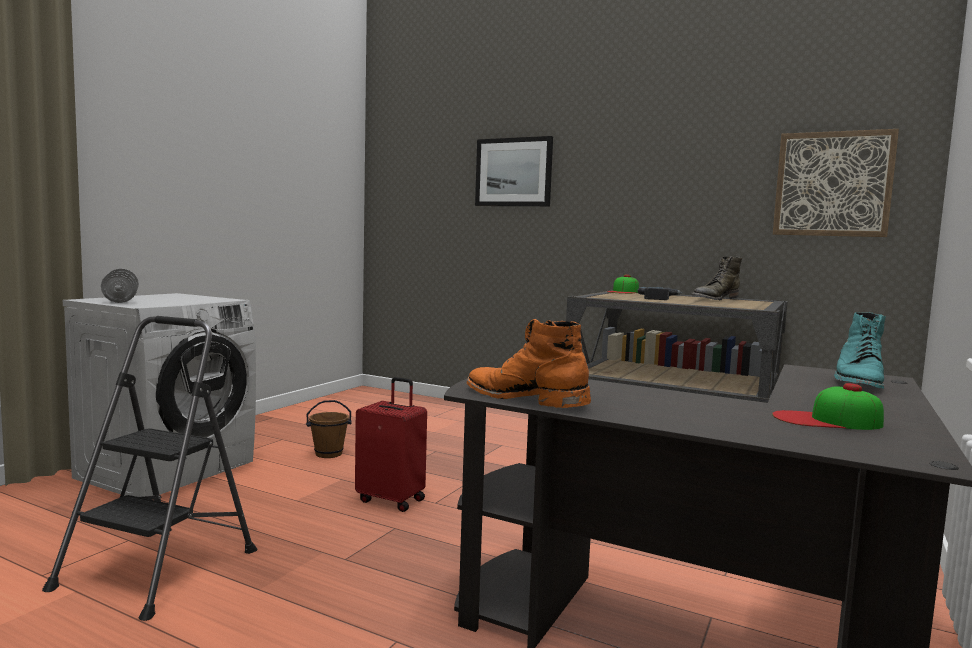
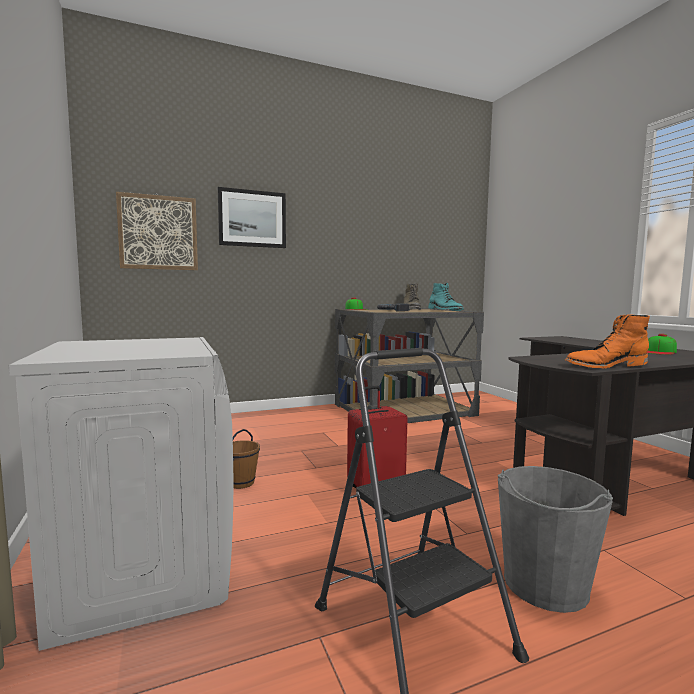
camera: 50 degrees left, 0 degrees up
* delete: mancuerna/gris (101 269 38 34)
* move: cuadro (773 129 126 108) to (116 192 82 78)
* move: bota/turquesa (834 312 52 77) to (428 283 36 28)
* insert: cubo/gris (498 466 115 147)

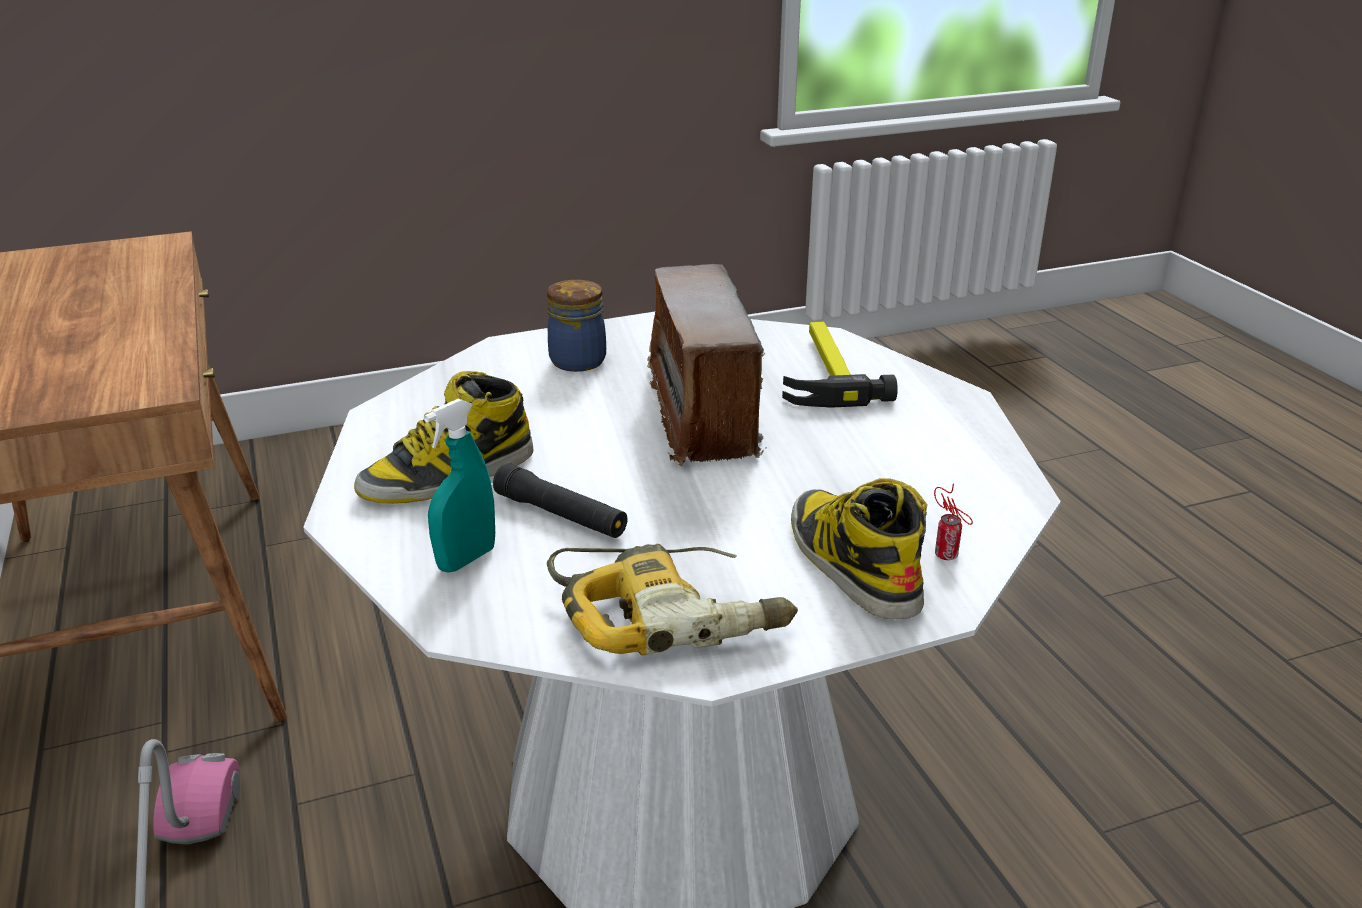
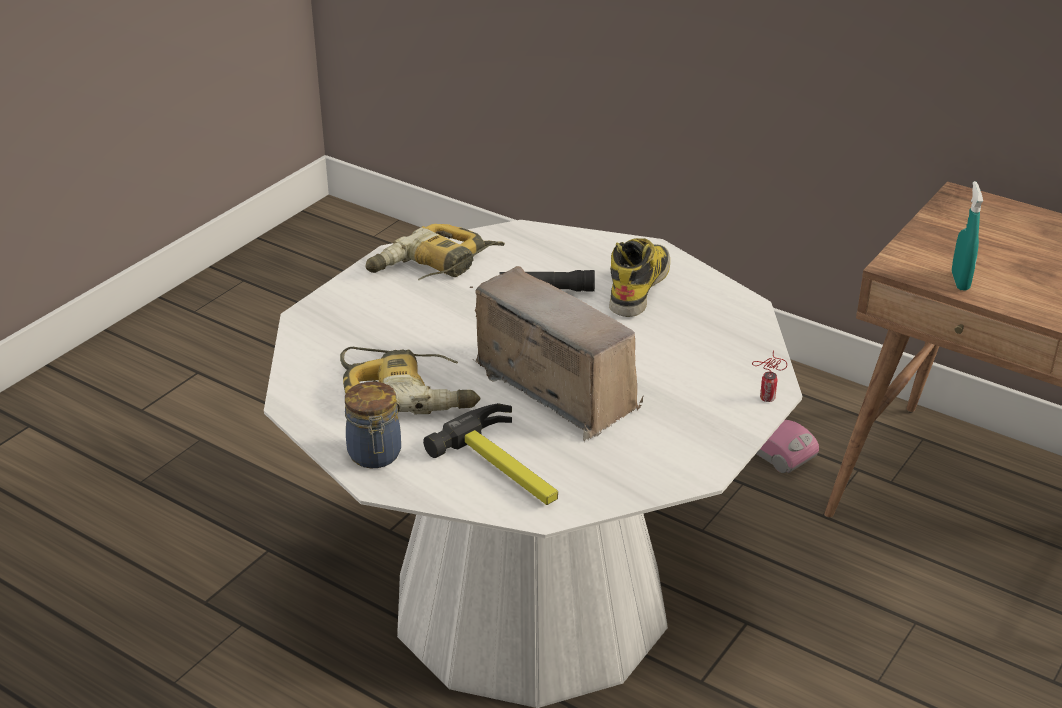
camera: 145 degrees right, 5 degrees up
* move: pulverizador/turquesa (424 399 71 173) to (952 181 31 109)
* move: tarro (547 280 59 92) to (345 382 56 86)
* delete: bota (791 478 137 141)
* move: lata (934 483 39 77) to (752 350 35 52)
* insert: taladro (340 347 140 67)

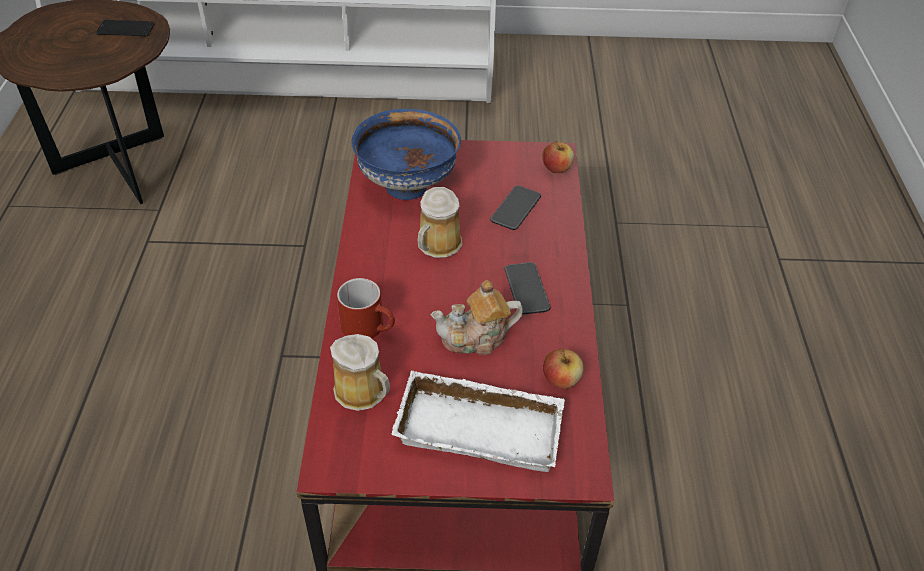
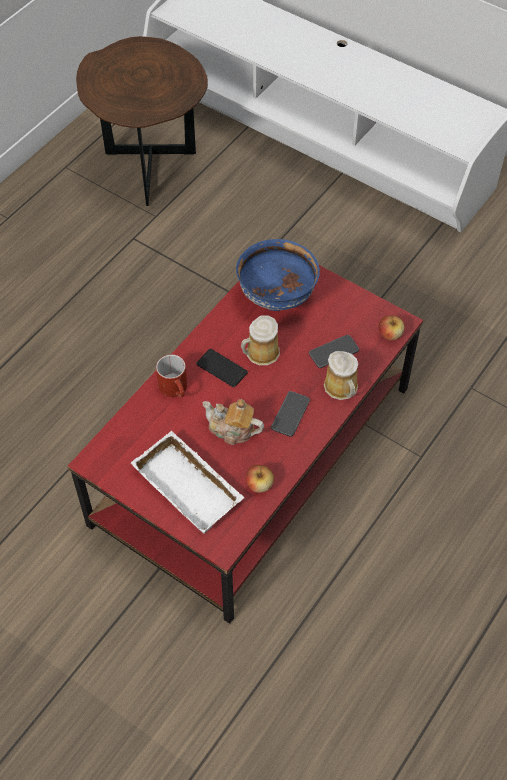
camera: 35 degrees right, 10 degrees up
* move: móvil (96 20 59 16) to (196 349 52 38)
* move: taza grande (330 334 60 77) to (324 351 34 49)

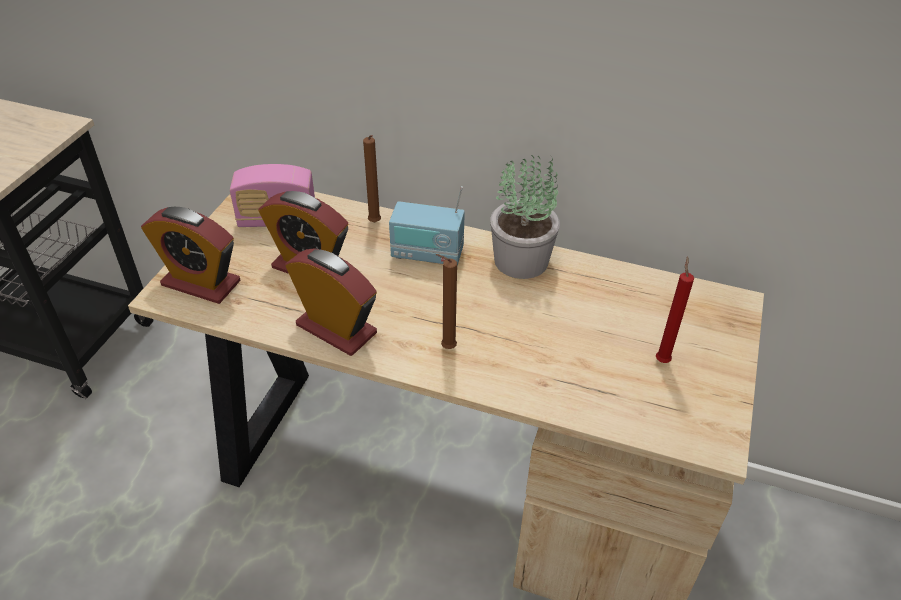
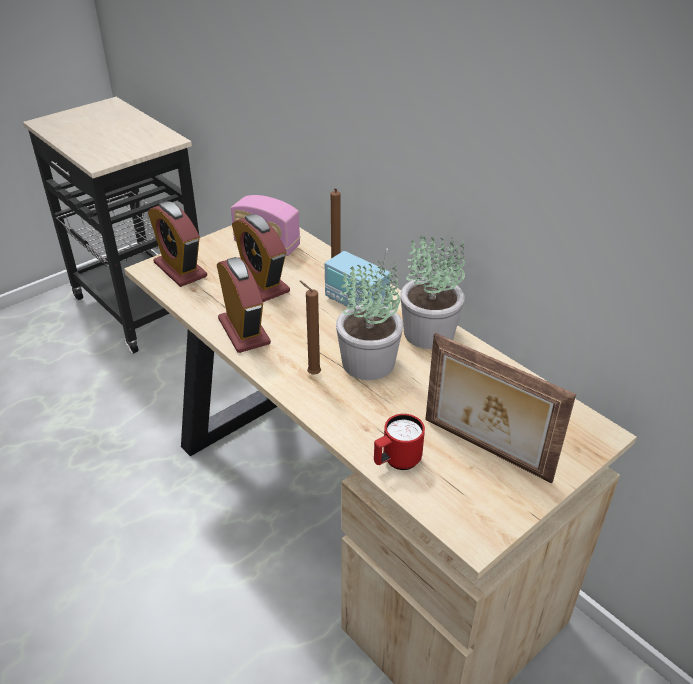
camera: 30 degrees right, 5 degrees down
* replace: vela/rojo (656 256 38 107) to portarretratos (425 333 151 150)
* insert: planta en maceta (336 261 67 119)
* insert: taza grande/rojo (374 414 51 56)

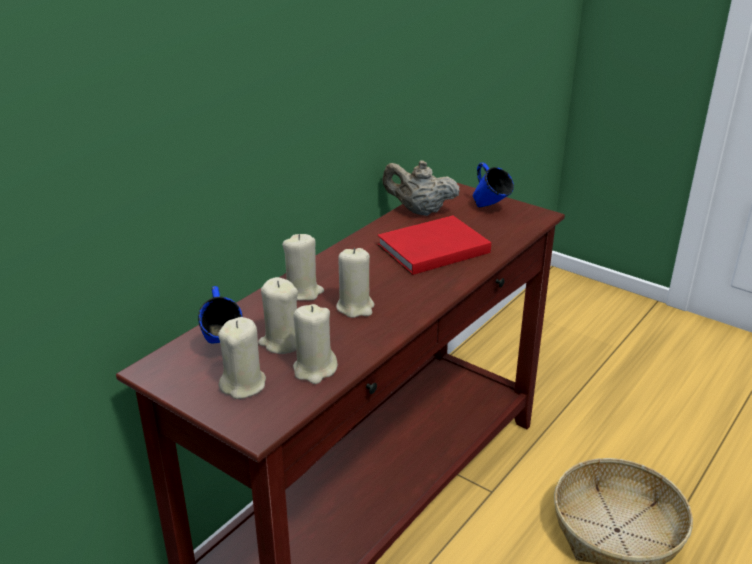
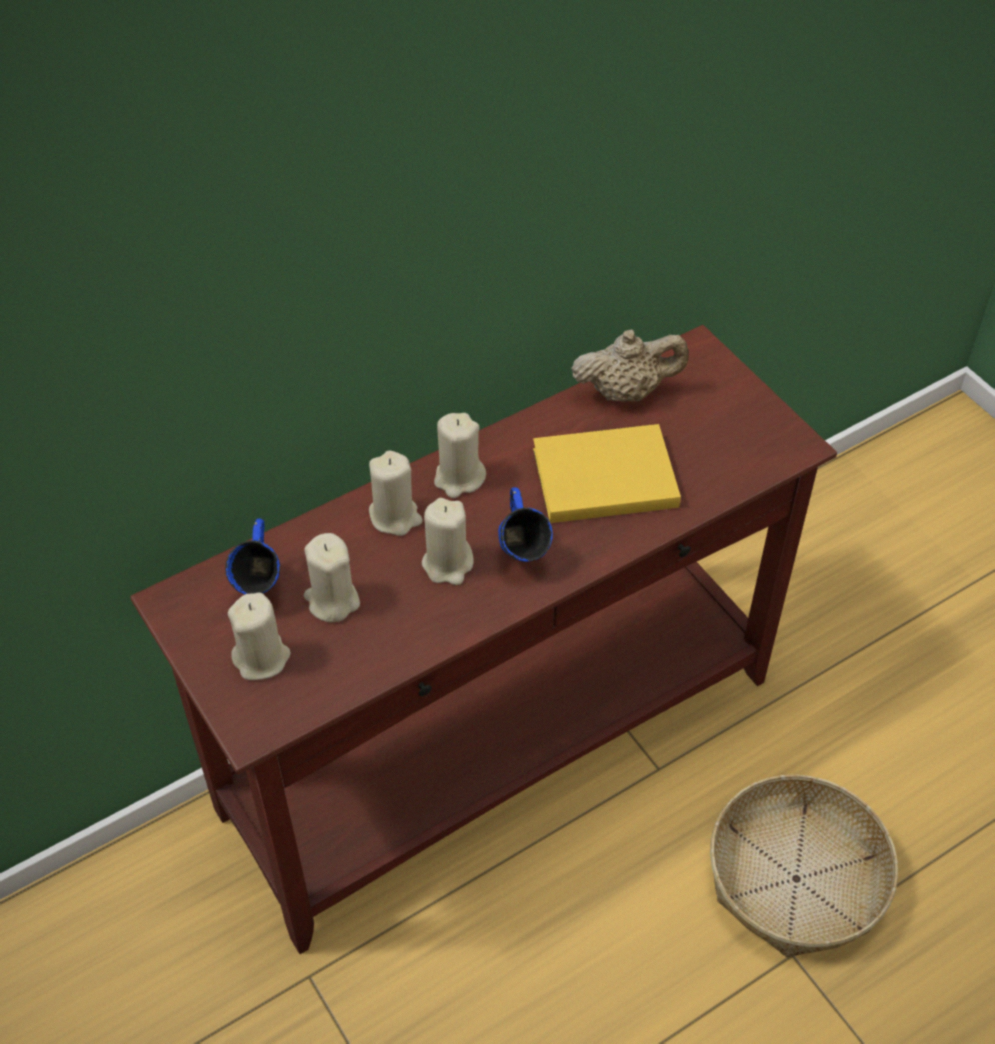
camera: 20 degrees right, 20 degrees up
* move: vela/beis (293 304 45 80) to (434 413 52 85)
* recolor: libro/rojo (378 215 113 60) to libro/amarillo (533 424 148 99)
* rotate: tetera/beis (382 160 78 56) = (571 329 118 73) 135 degrees clockwise
* move: taza grande/azul (473 163 41 44) to (498 487 55 75)

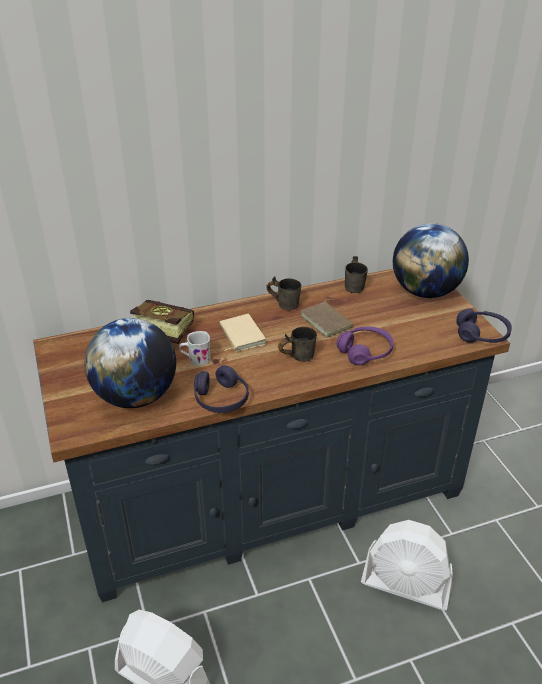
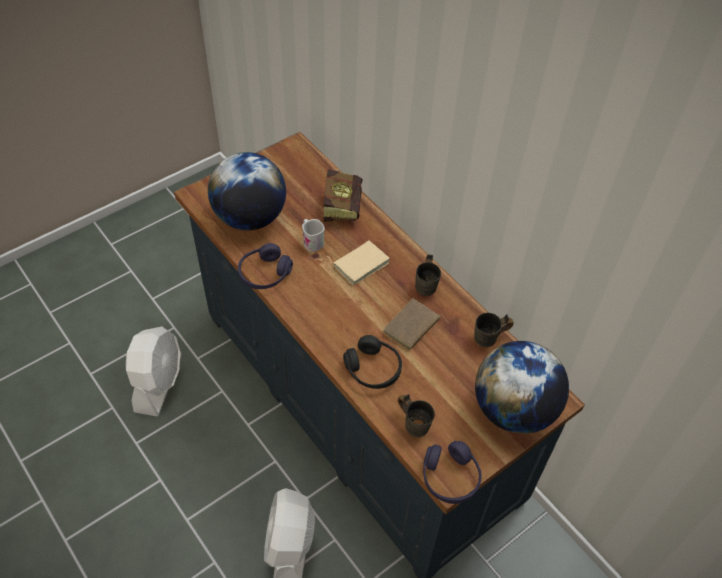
camera: 70 degrees right, 15 degrees up
* move: taza grande/gris (278 327 39 35) to (398 394 37 43)
* recolor: auriculares/morado (337 326 56 39) to auriculares/negro (343 335 59 54)

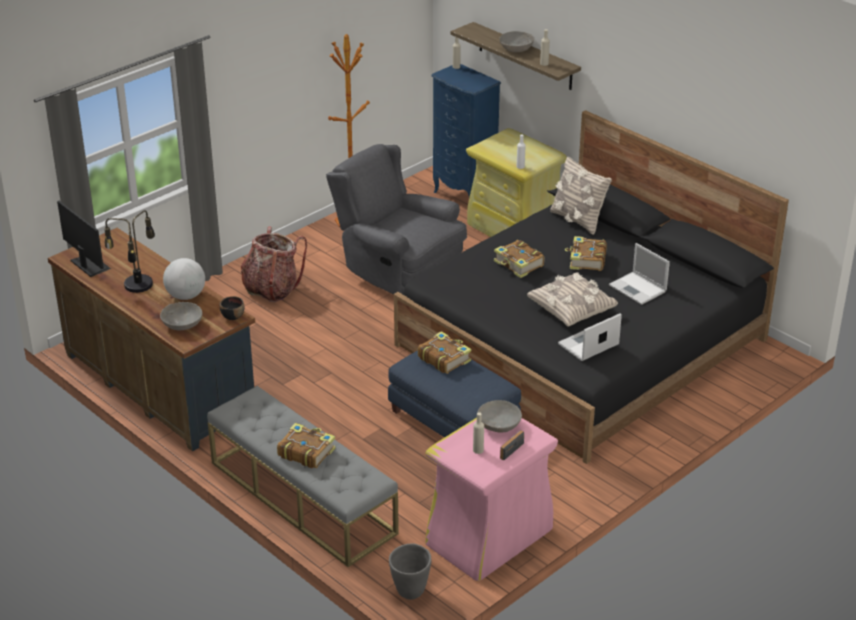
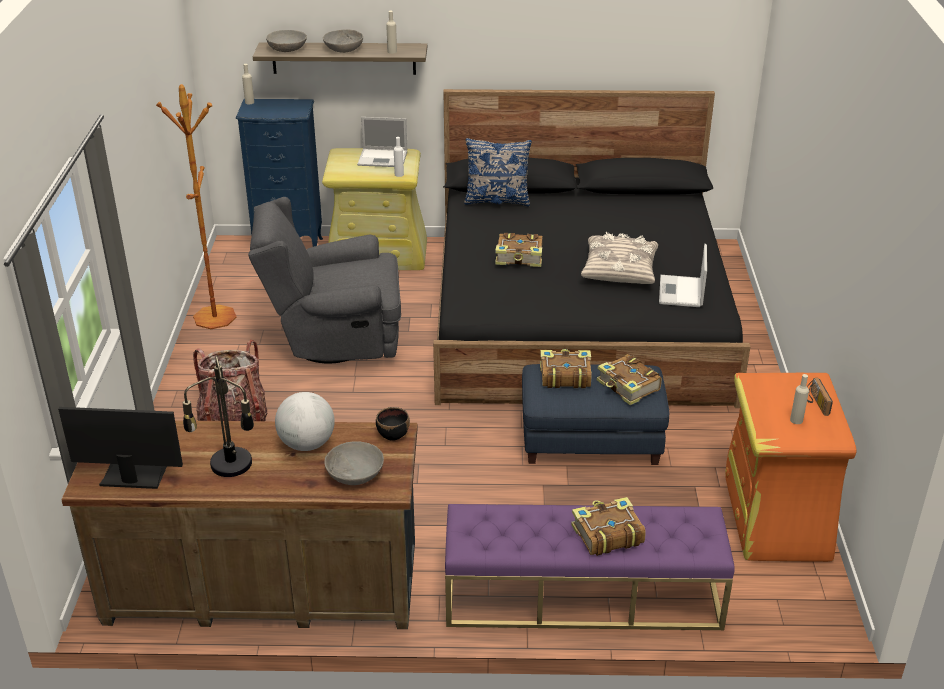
camera: 45 degrees left, 0 degrees up
* recolor: banco/gris (207 386 192 181) to banco/morado (445 504 290 126)
* delete: maceta/gris (389 543 43 57)
* recolor: mesita de noche/rosa (425 418 133 163) to mesita de noche/naranja (725 373 131 189)
* move: cuenco/gris (478 400 44 33) to (266 30 41 22)
* recolor: cojín/beis (550 157 62 78) to cojín/azul (464 138 68 69)
* move: libro (565 236 42 35) to (597 354 65 51)
* move: portátil (609 243 61 62) to (357 117 50 50)

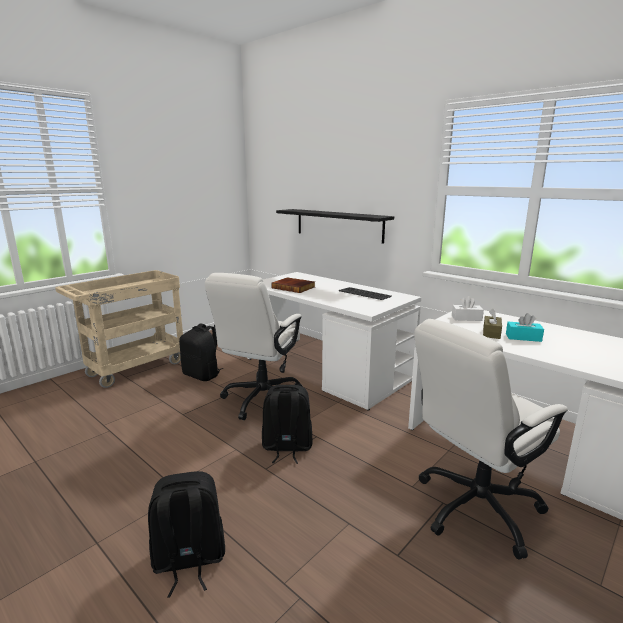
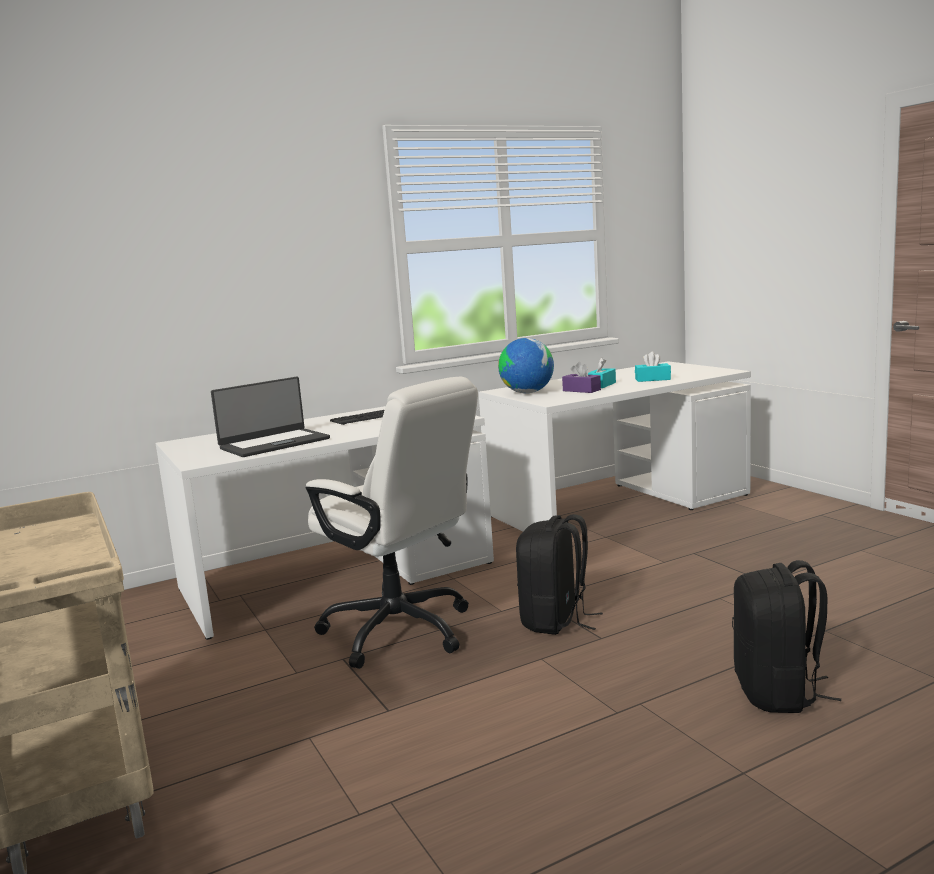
camera: 70 degrees left, 5 degrees down
* delete: mochila/negro (179 323 45 58)
* replace: libro (271 277 44 16) to portátil (211 377 119 80)
* delete: estante/negro (276 209 118 35)
* delete: silla de oficina/blanco (414 319 154 241)
* replace: caja de pañuelos/blanco (452 296 32 25) to globo terráqueo (498 338 56 55)
* recolor: caja de pañuelos/marrón (483 309 19 30) to caja de pañuelos/morado (562 362 39 31)
* insert: caja de pañuelos/turquesa (635 352 36 30)

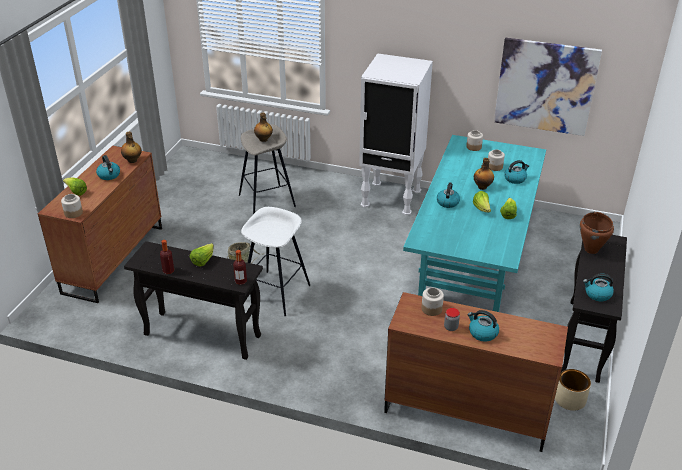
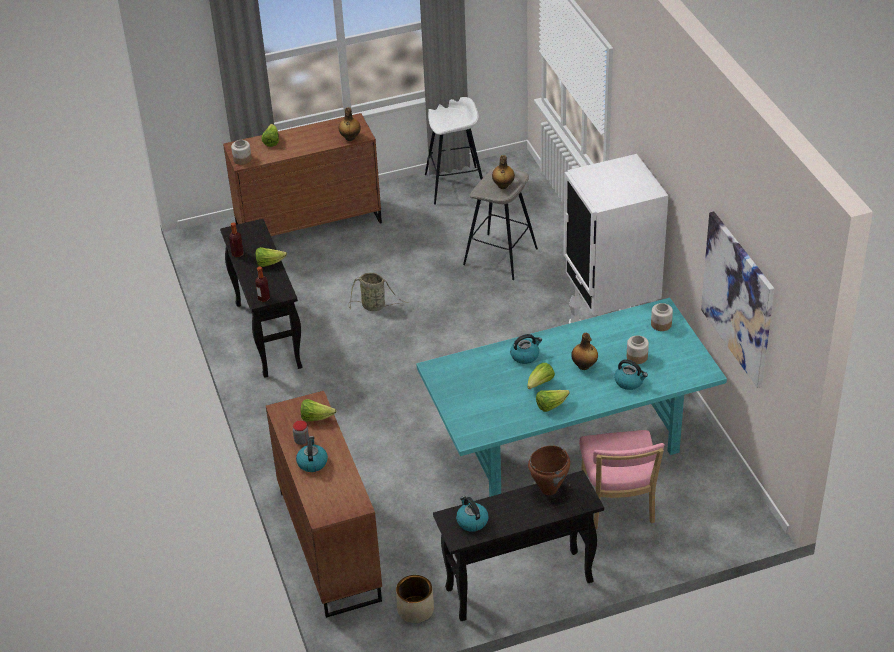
camera: 55 degrees right, 5 degrees up
* delete: hervidor (96 155 24 25)
* move: taburete/blanco (241 207 69 109) to (425 97 58 108)
* replace: tarro (421 287 23 29) to lechuga (301 399 35 23)
* insert: silla/rosa (579 430 85 99)

